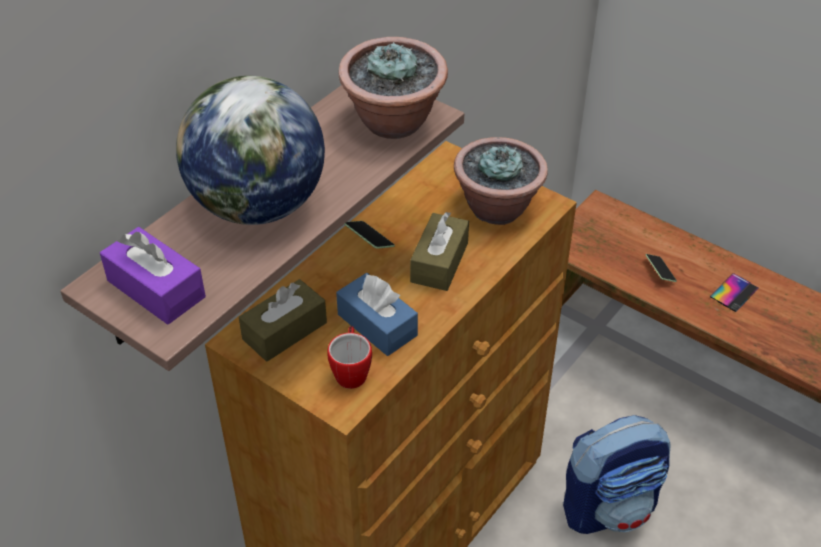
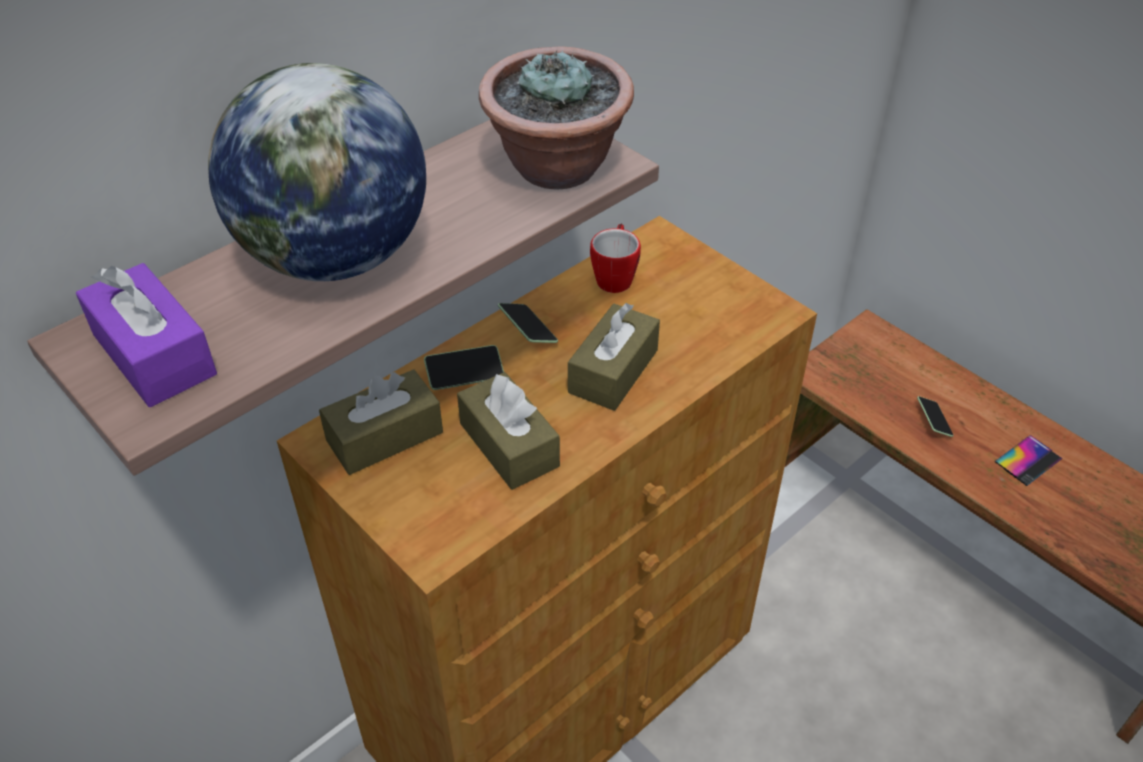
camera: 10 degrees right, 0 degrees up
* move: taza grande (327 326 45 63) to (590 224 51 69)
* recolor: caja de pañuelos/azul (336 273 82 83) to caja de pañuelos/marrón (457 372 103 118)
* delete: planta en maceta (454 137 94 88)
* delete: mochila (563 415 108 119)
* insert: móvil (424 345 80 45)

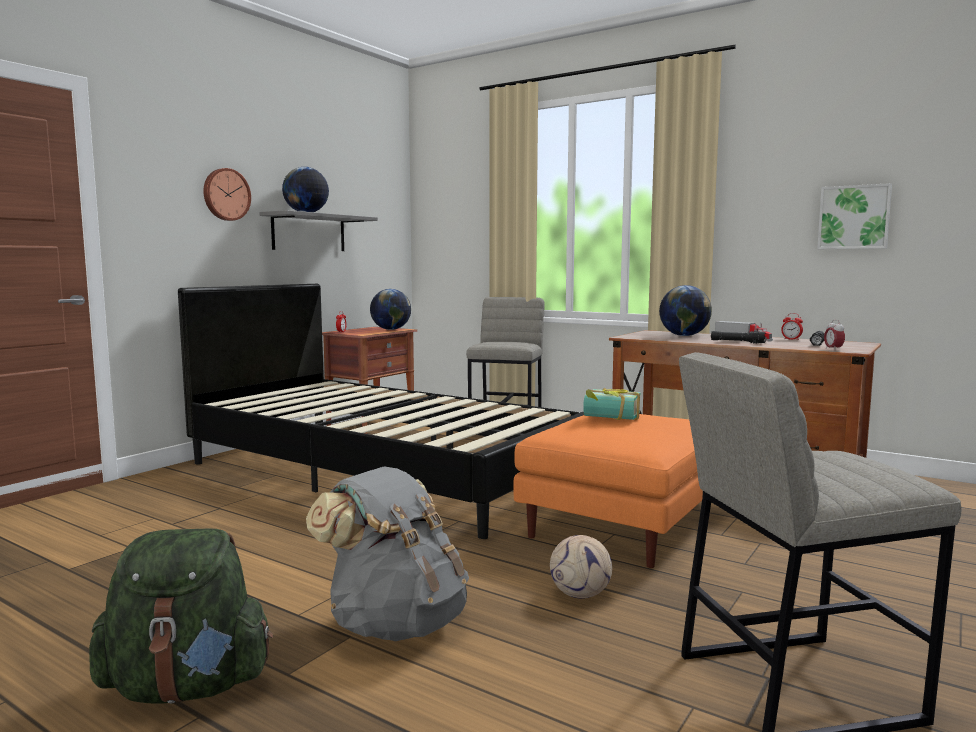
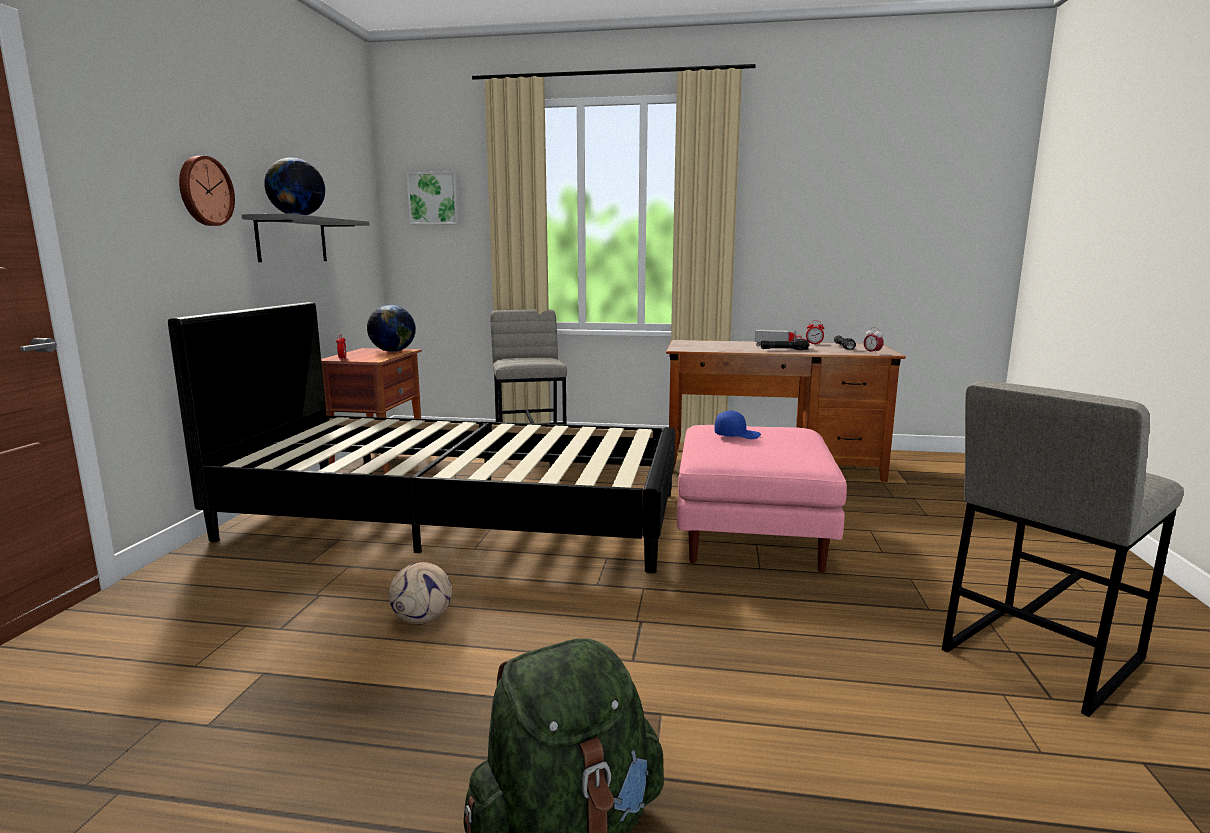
camera: 25 degrees left, 5 degrees up
* delete: mochila/gris (306 467 163 174)
* recolor: puf/naranja (513 414 190 154) to puf/rosa (677 425 170 147)
* move: balón de fútbol (550 535 62 63) to (389 562 63 62)
* replace: libro (583 388 58 32) to gorra/azul (714 410 47 29)
* delete: globo terráqueo (659 285 53 51)
* move: cuadro (817 183 75 66) to (407 171 52 54)

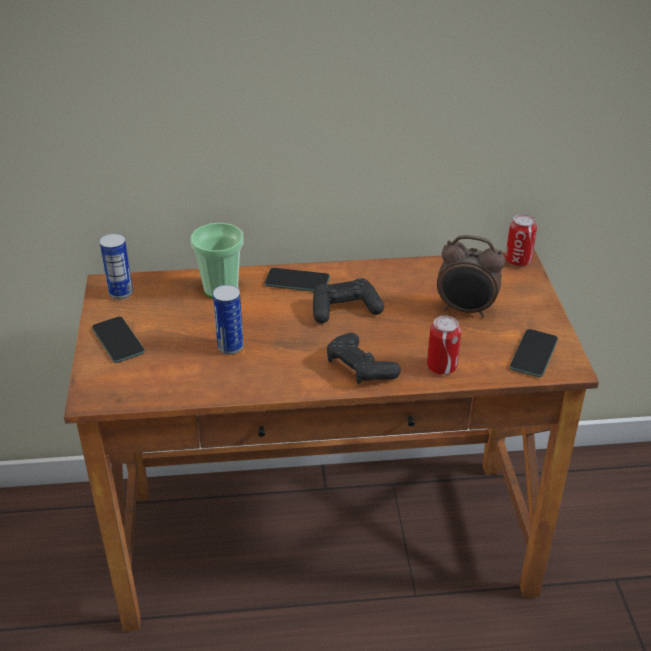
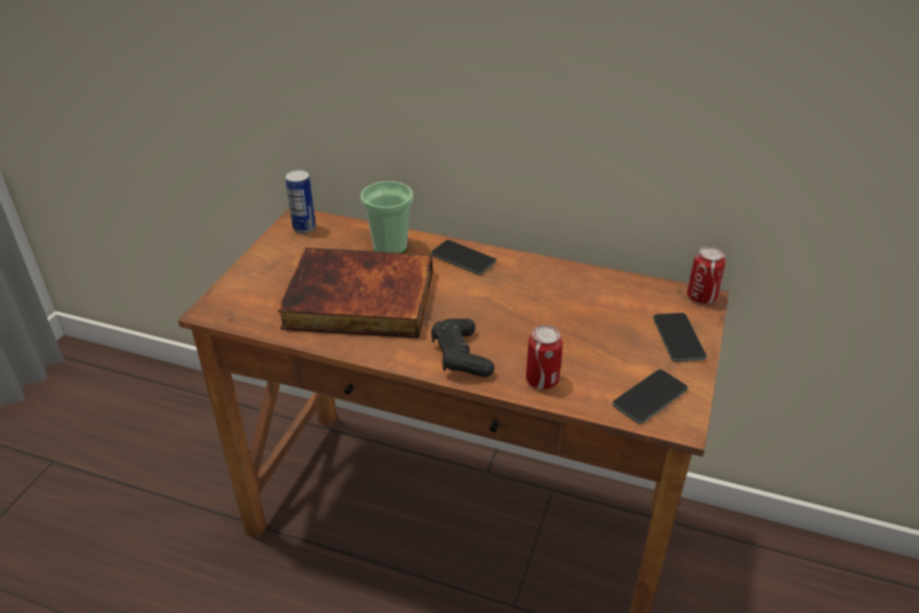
camera: 25 degrees right, 0 degrees up
* move: móvil (92 317 53 46) to (653 313 54 49)
* replace: lata (213 285 31 70) to libro (278 248 155 90)
* delete: mando de consola/negro (313 278 71 46)
* delete: despertador (437 235 68 82)

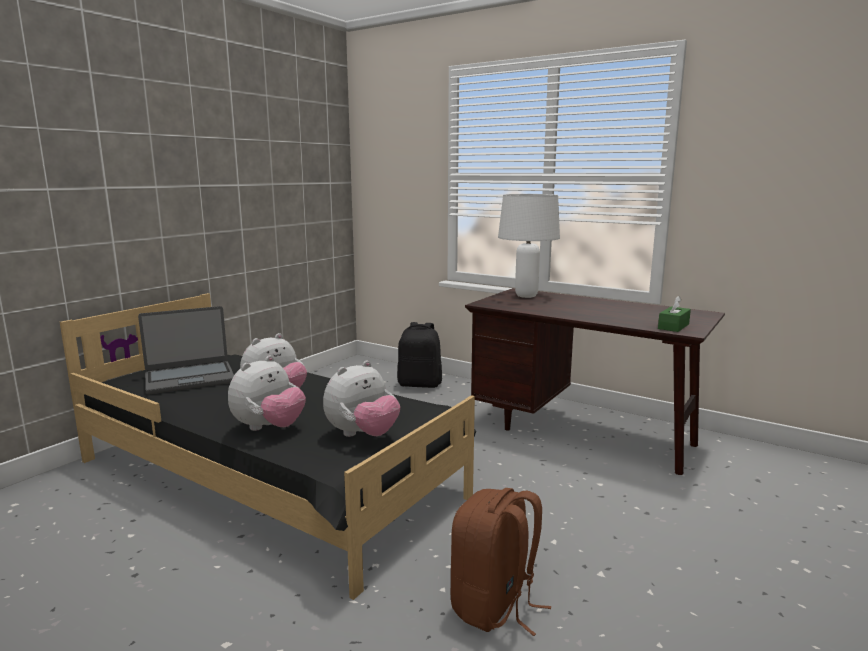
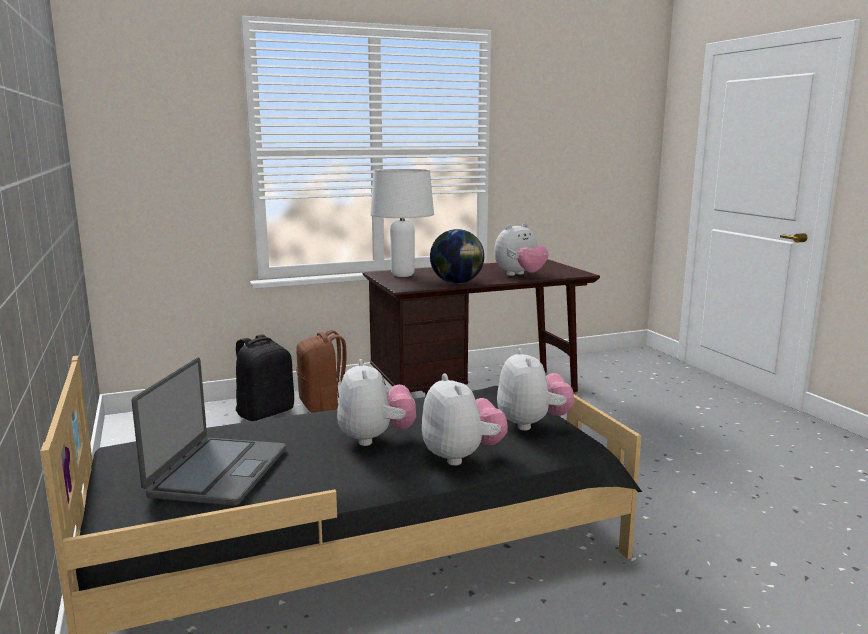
camera: 55 degrees left, 0 degrees up
* move: mochila/marrón (451 488 100 148) to (296 330 51 83)
* delete: caja de pañuelos/verde (658 296 33 36)
* insert: globo terráqueo (430 229 54 55)
* insert: peluche (494 223 55 53)

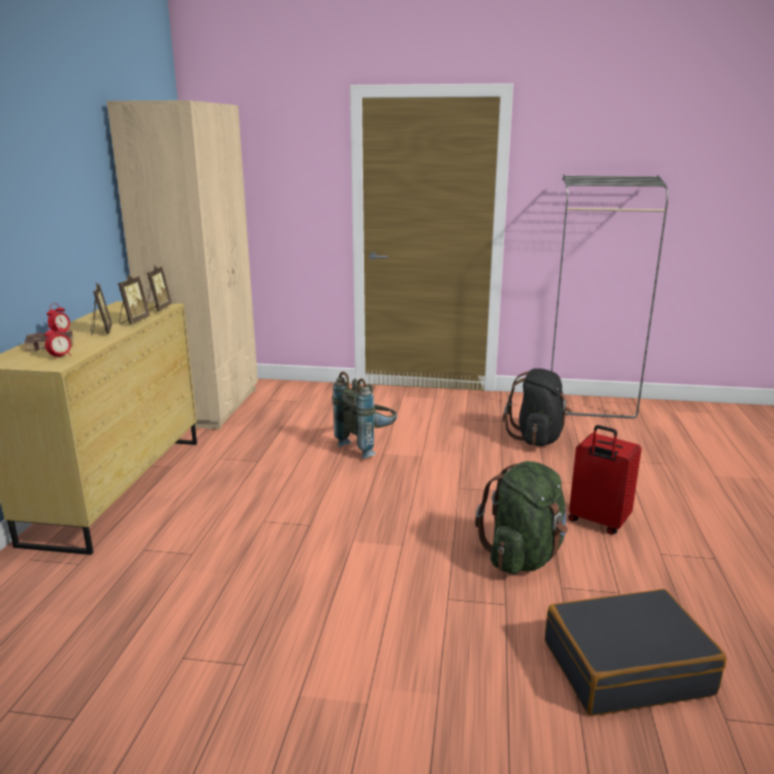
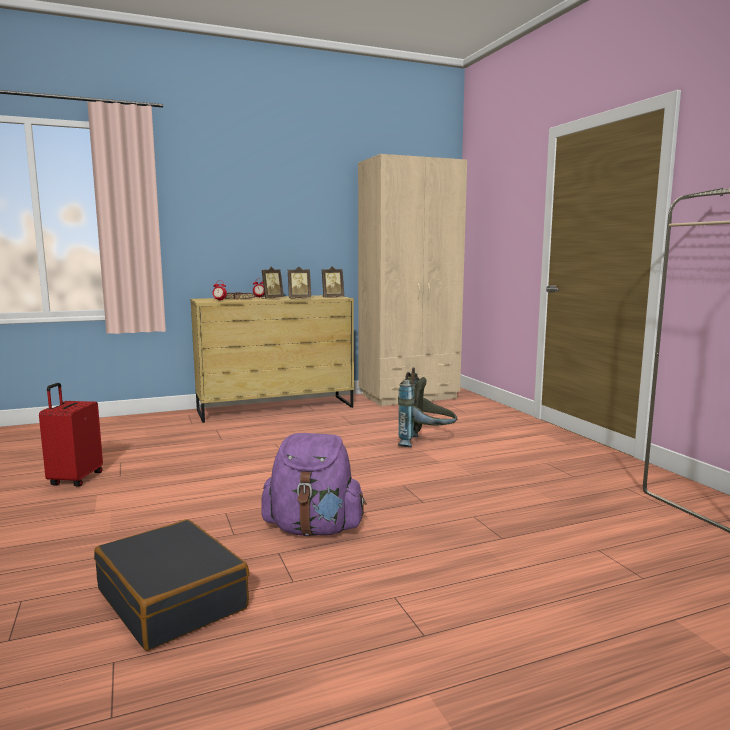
camera: 60 degrees right, 10 degrees down
* recolor: mochila/verde (475 461 93 113) to mochila/morado (261 433 105 103)
* delete: mochila/negro (503 368 69 78)
* move: maleta/rojo (568 425 74 109) to (39 383 64 104)

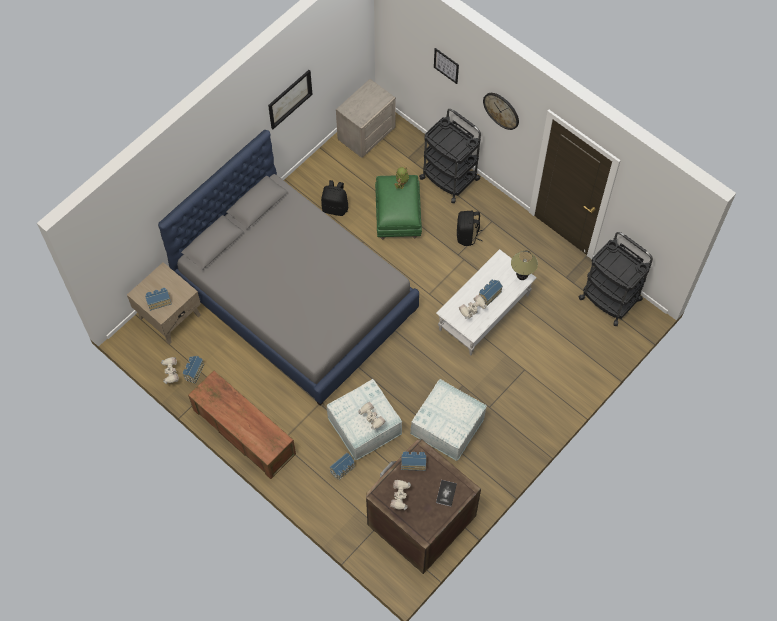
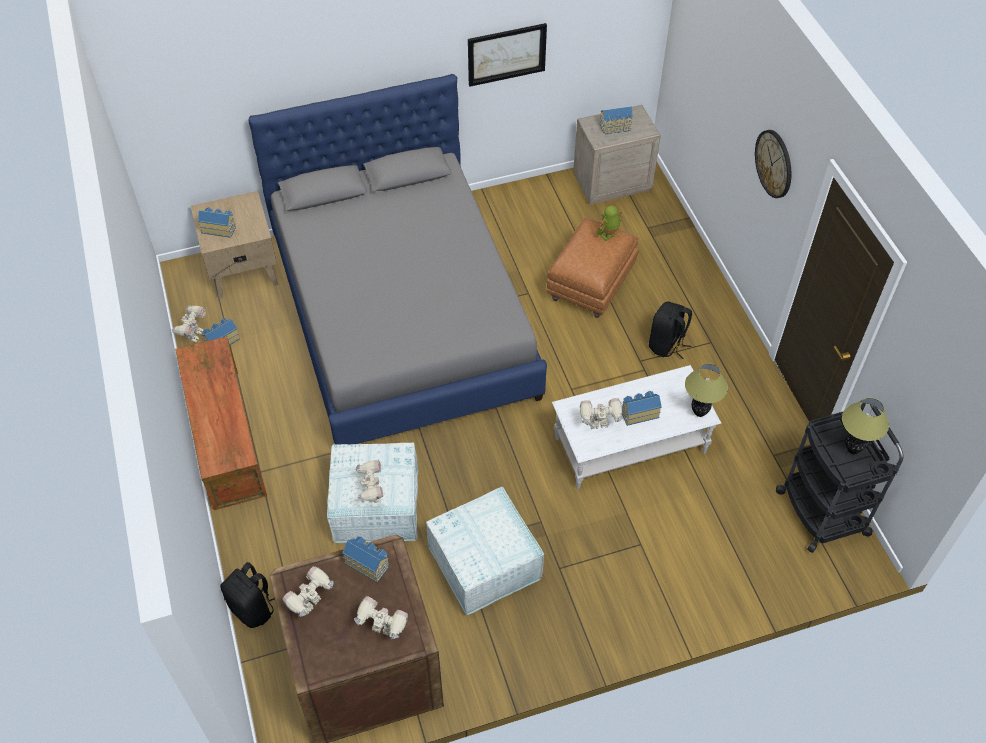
camera: 30 degrees right, 10 degrees down
* move: mochila/negro (321 180 27 36) to (220 562 55 66)
* move: casita (330 453 25 27) to (599 106 34 28)
* recolor: puf/verde (375 175 47 64) to puf/marrón (546 218 93 100)
* delete: carrito/negro (419 109 62 94)
* delete: cuadro (434 48 25 36)
* replace: libro (436 480 21 27) to robot de juguete (354 596 54 43)
* insert: lámpara de mesa (842 398 47 56)

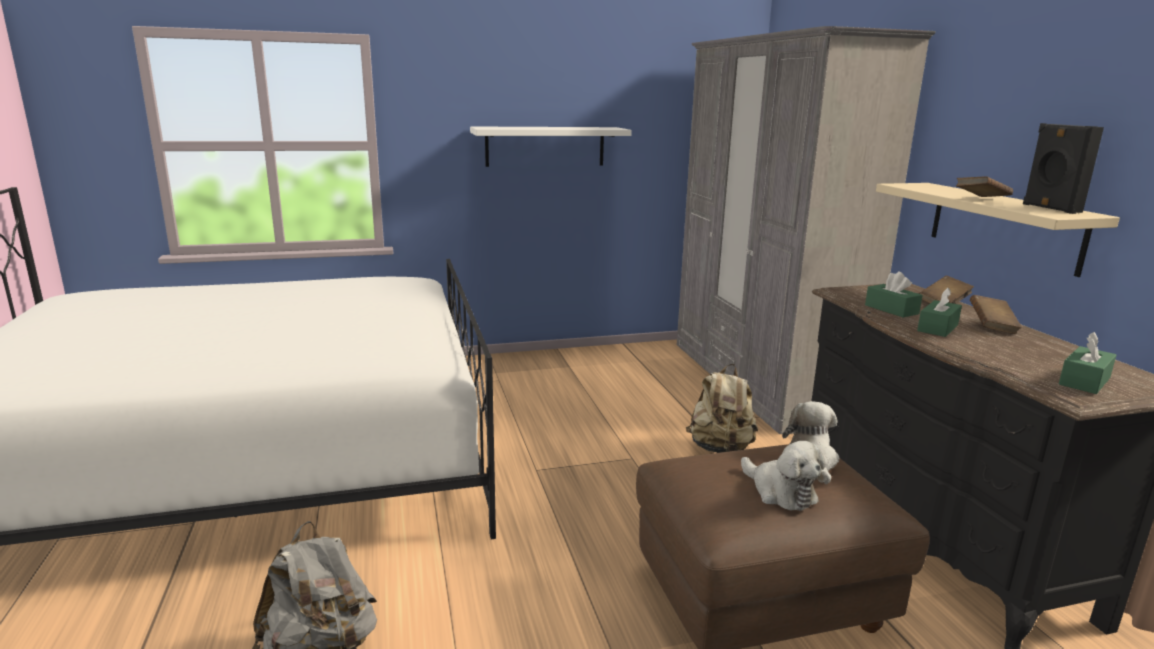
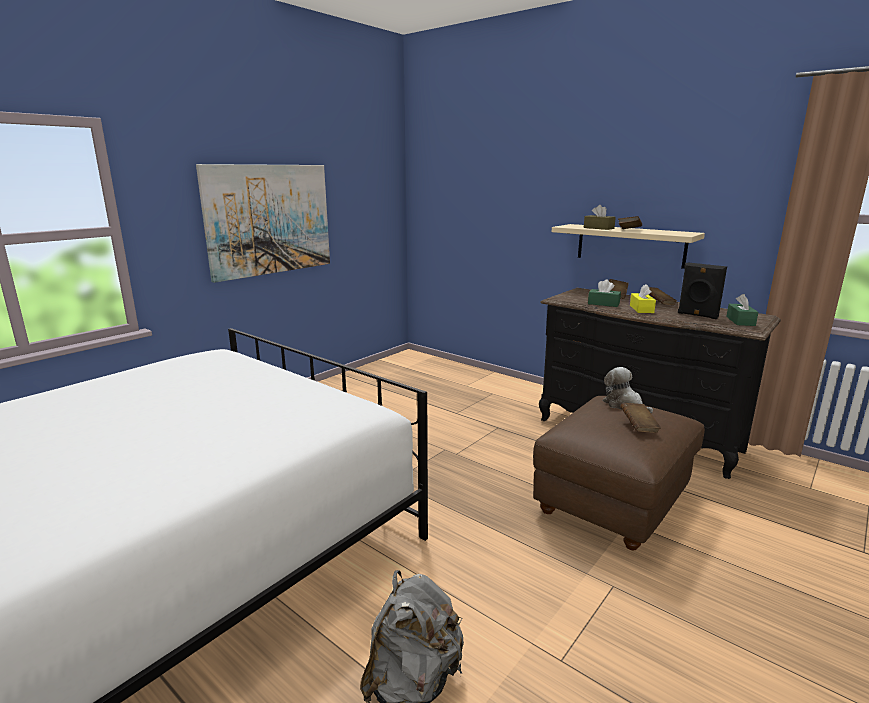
camera: 35 degrees left, 0 degrees up
* replace: estante/blanco (470 126 162 41) to cuadro (196 164 134 119)
* delete: armario ropero/gris (677 26 259 408)
* delete: mochila/beis (686 364 72 89)
* replace: peluche (741 441 84 70) to libro/marrón (620 403 41 30)
* recolor: caja de pañuelos/verde (917 288 45 49) to caja de pañuelos/amarillo (630 284 26 29)
* move: altavoz/negro (1023 123 81 91) to (678 262 49 57)
* insert: caja de pañuelos/marrón (584 205 32 25)

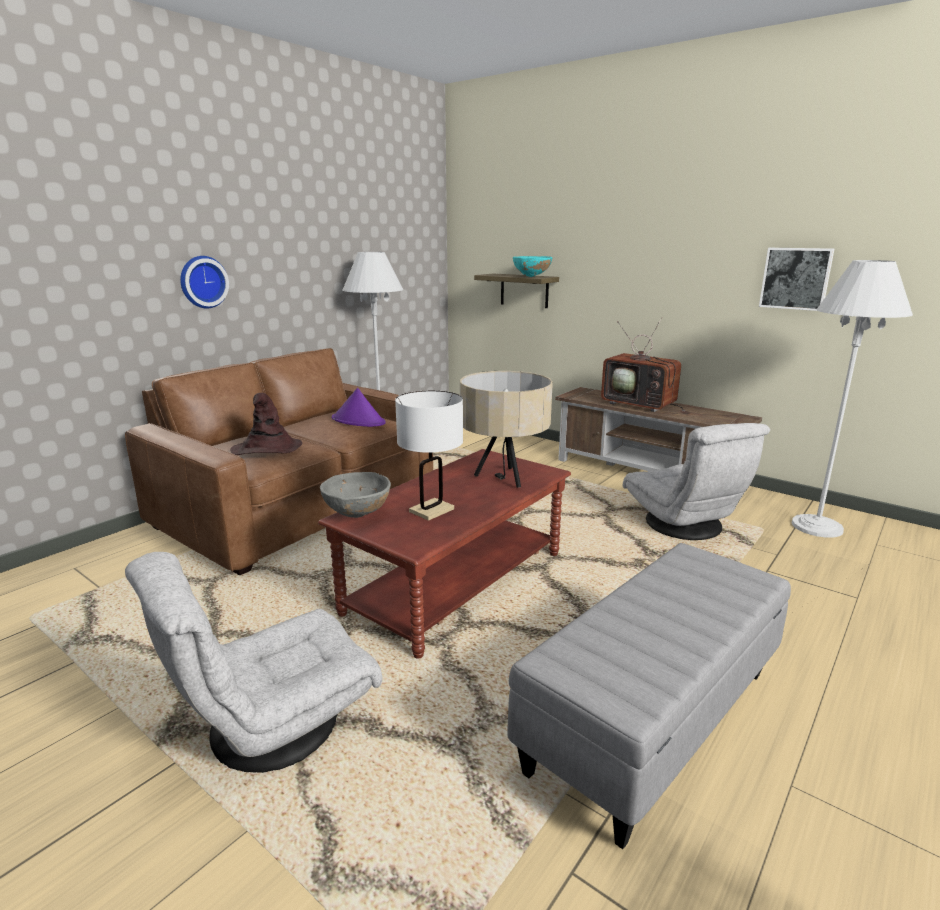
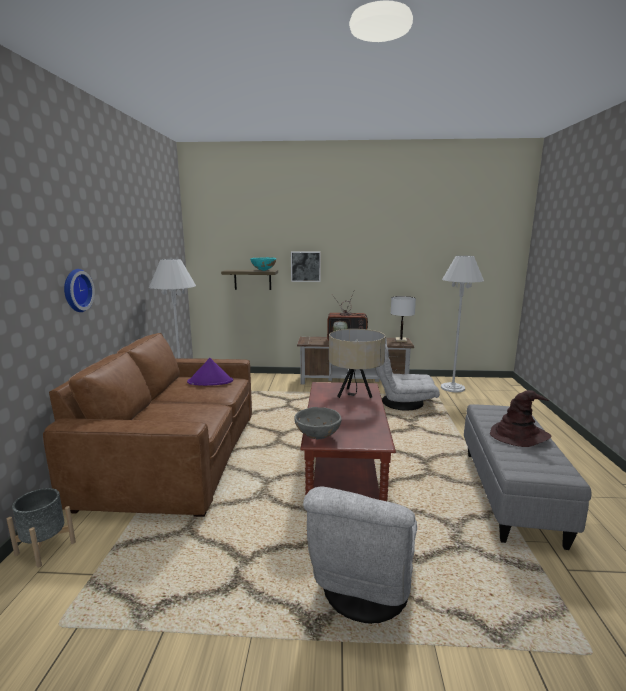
camera: 35 degrees left, 5 degrees down
* move: sombrero/marrón (230 393 72 62) to (490 390 61 57)
* move: lámpara de mesa/blanco (395 390 68 131) to (391 296 25 46)
* rotate: sillón/gris (623 423 147 117) = (376 339 64 72) 150 degrees clockwise
* move: cuadro (759 248 75 63) to (291 252 30 30)
* insert: maceta/gris (7 488 69 80)

